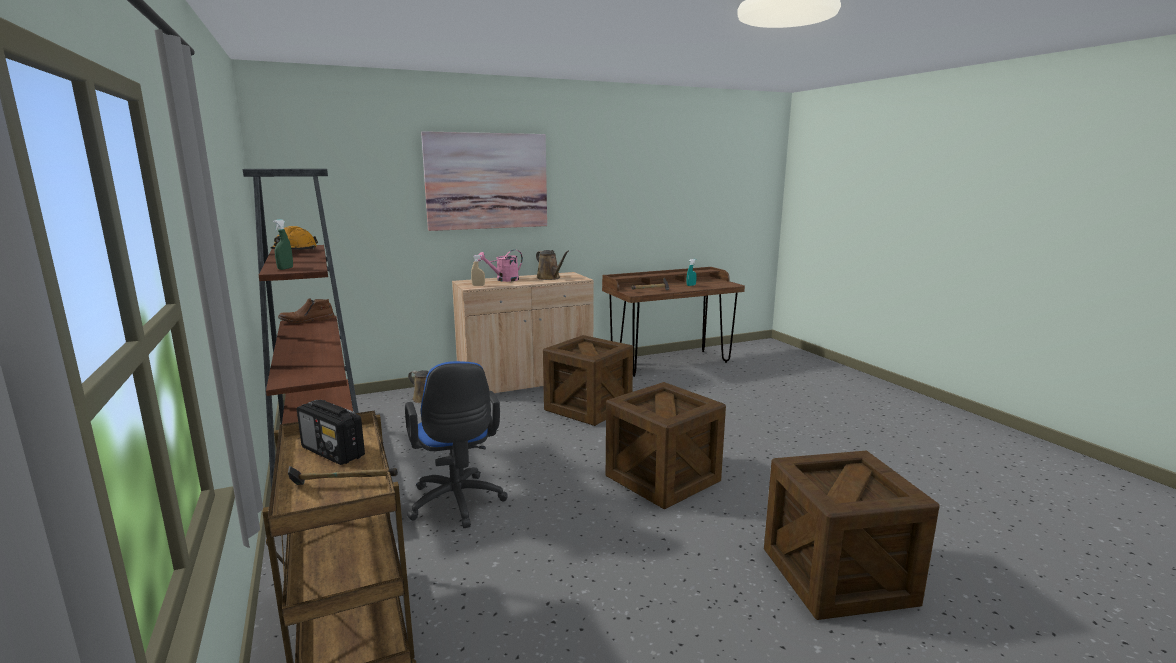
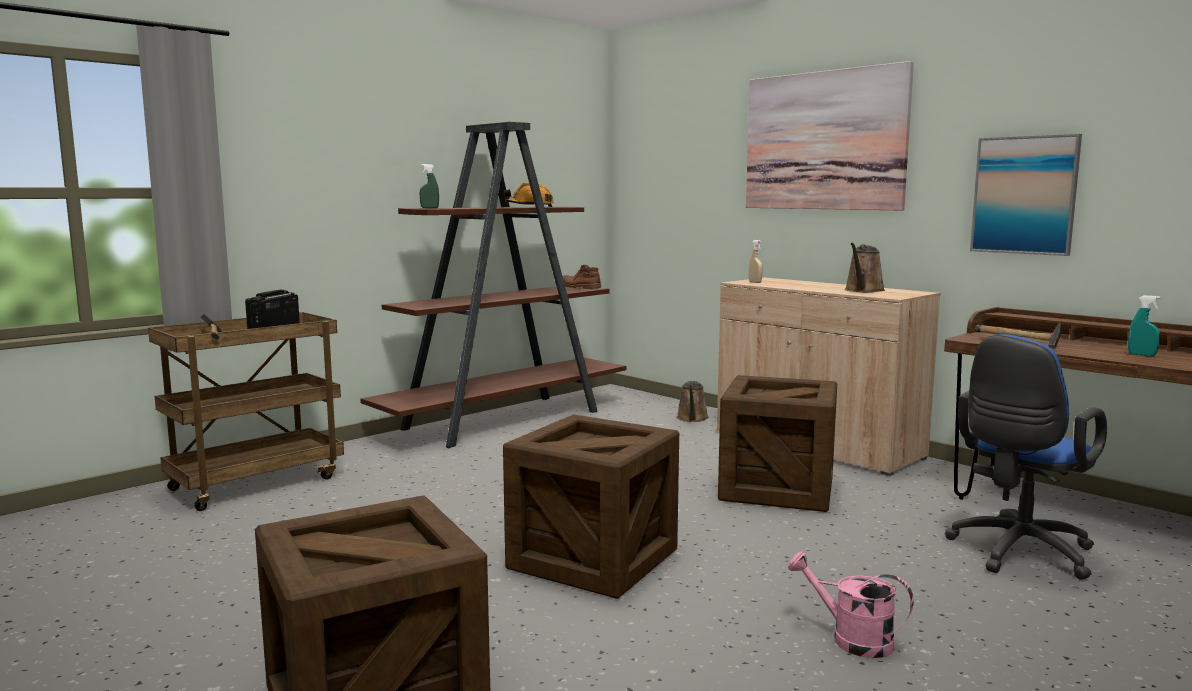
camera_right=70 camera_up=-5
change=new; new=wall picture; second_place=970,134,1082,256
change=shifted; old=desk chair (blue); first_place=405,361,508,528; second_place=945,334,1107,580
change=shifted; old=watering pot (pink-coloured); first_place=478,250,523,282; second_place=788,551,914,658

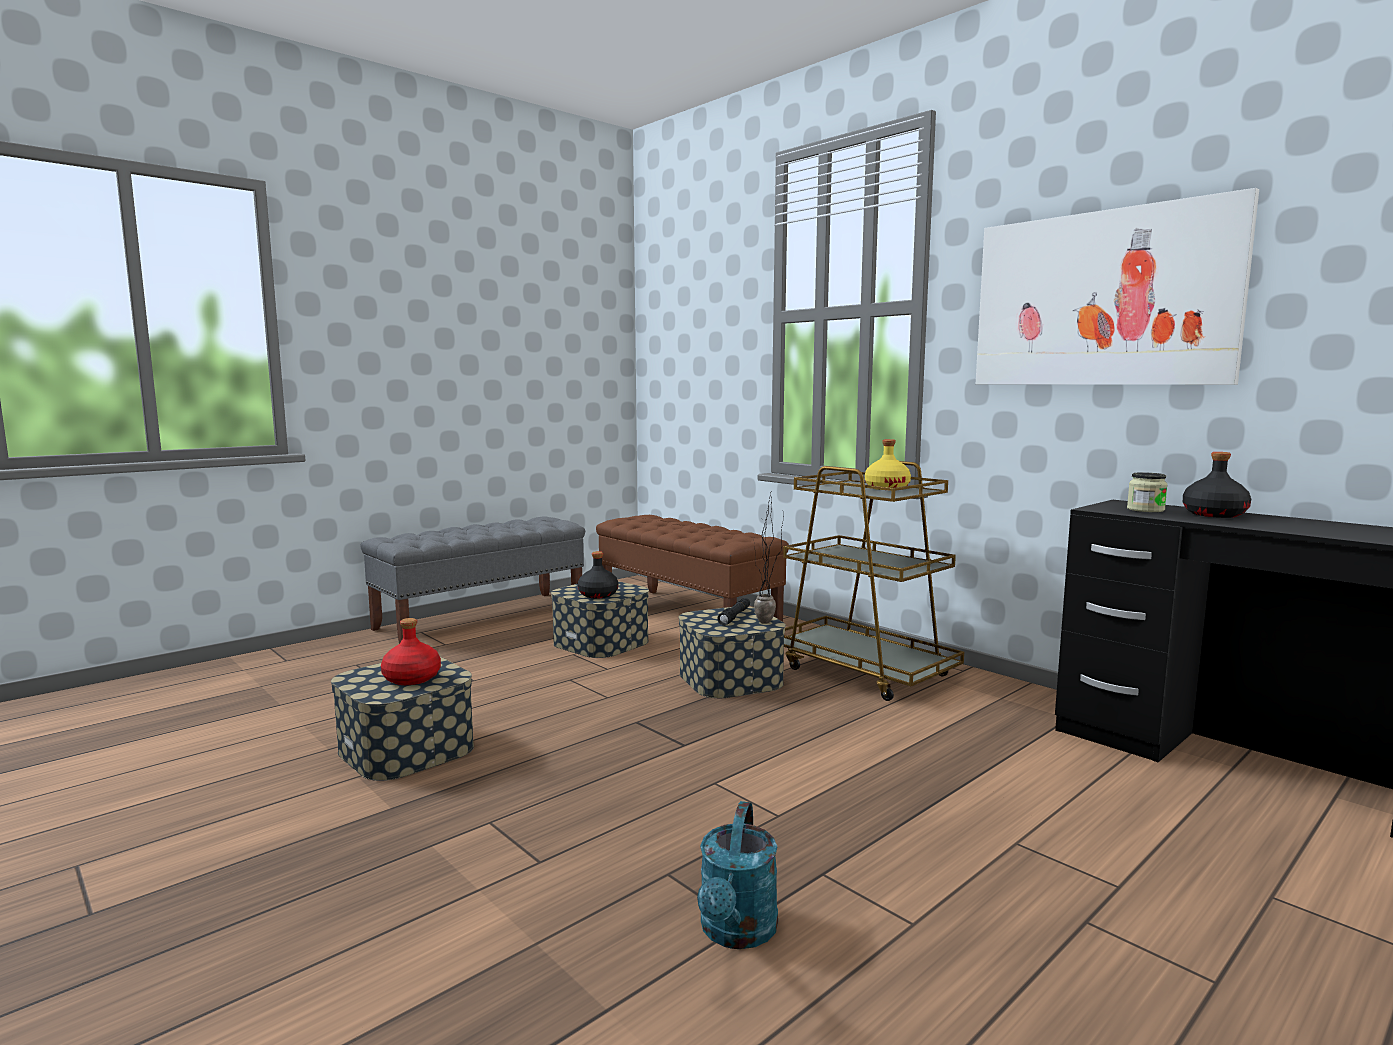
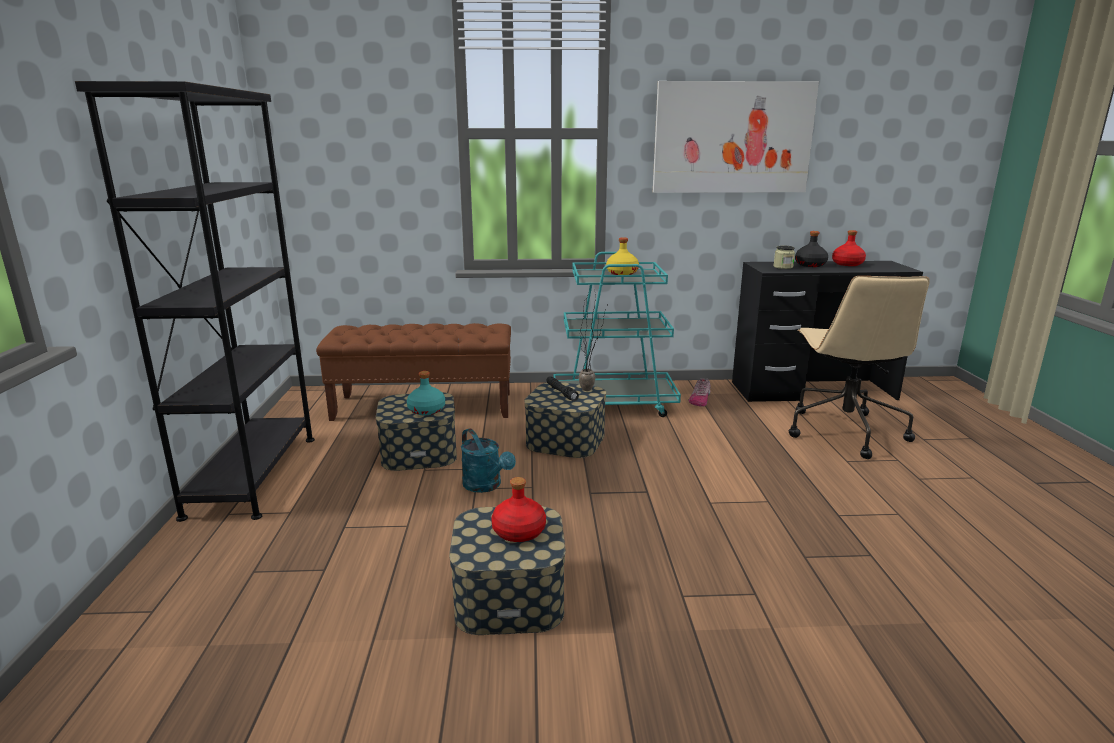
camera_right=-50 camera_up=10
change=new; new=shoe; second_place=688,378,711,406
change=new; new=desk chair (sand-coloured); second_place=789,276,930,459
change=new; new=beverage bottle (red); second_place=832,230,866,266
change=shifted; old=watering pot (turquoise-coloured); first_place=697,801,778,949; second_place=461,428,516,493
change=swapped; old=long seat (grey); new=bookshelf (black-coloured); first_place=361,517,585,644; second_place=75,81,315,522
change=repainted; old=beverage bottle (black-coloured); new=beverage bottle (turquoise-coloured); first_place=578,551,618,599; second_place=407,371,445,415
change=repainted; old=cart (brown-coloured); new=cart (turquoise-coloured); first_place=783,461,964,701; second_place=553,252,681,417

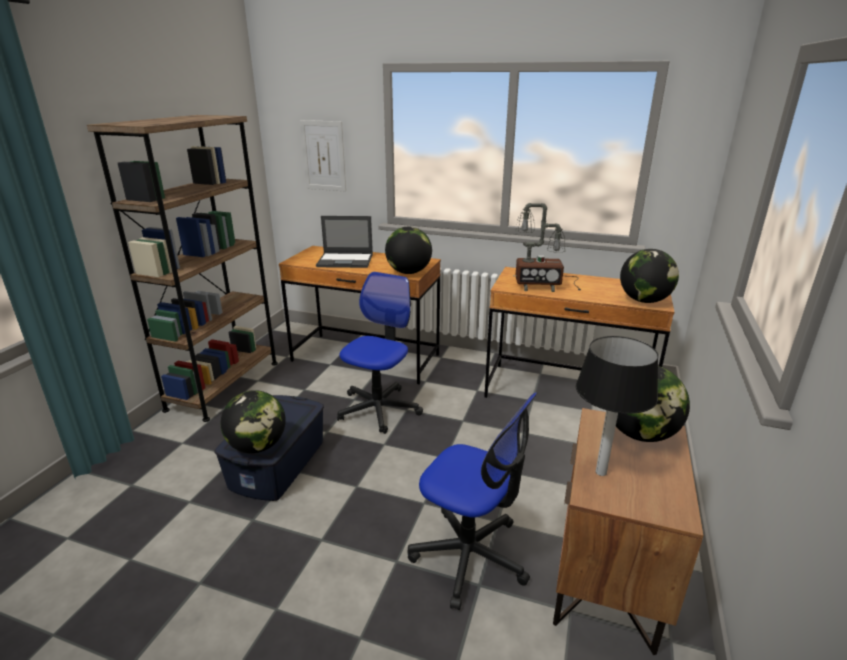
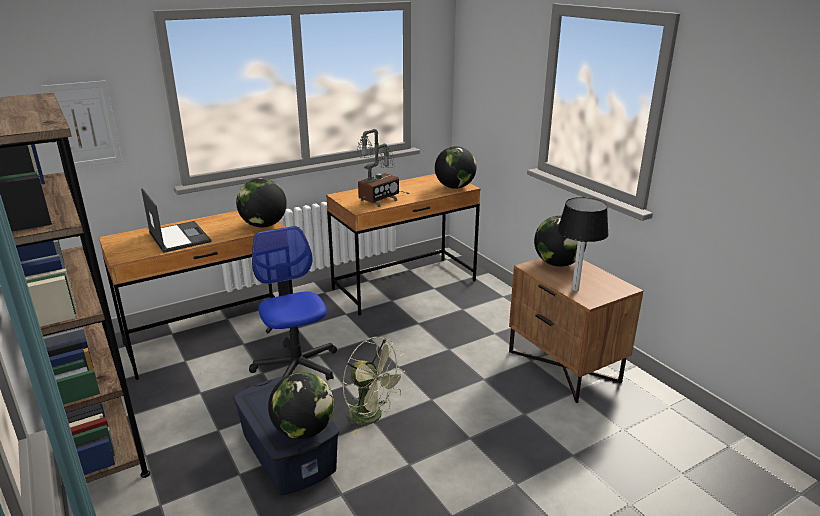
camera_right=-50 camera_up=0
change=gone; old=desk chair; first_place=408,392,537,610
change=new; new=electric fan (greenish); second_place=342,337,407,435
change=rotated; old=notebook computer; first_place=316,216,373,268; second_place=141,188,212,253; degrees=-75

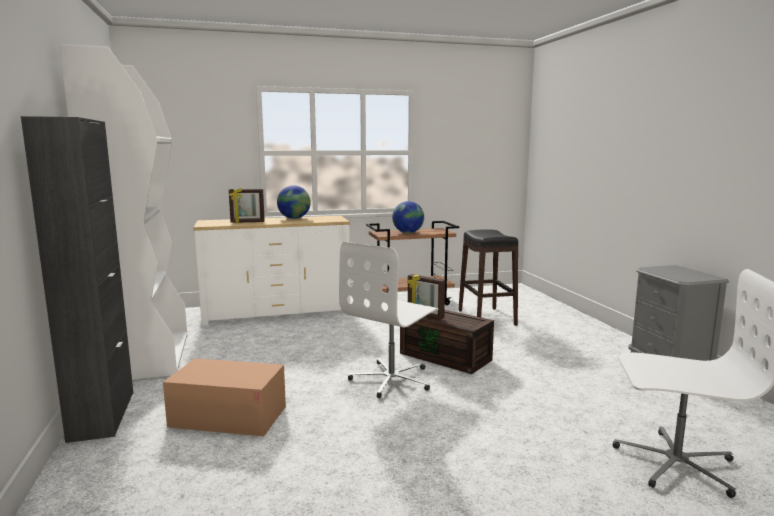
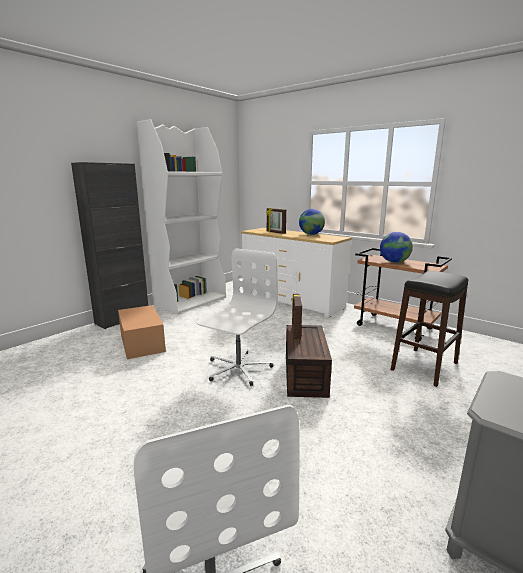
camera_right=55 camera_up=5
change=rotated; old=desk chair (whitish); first_place=339,242,439,398; second_place=197,248,278,386; degrees=120

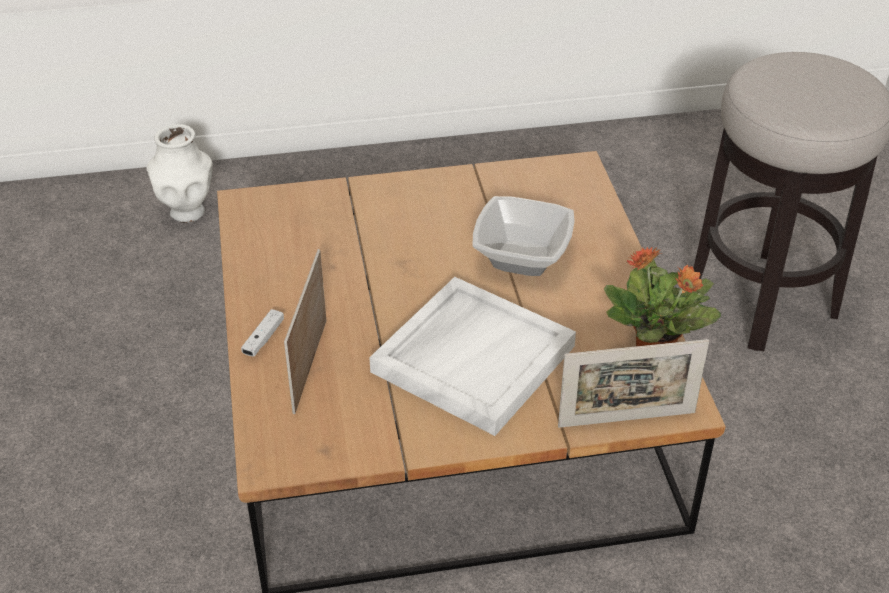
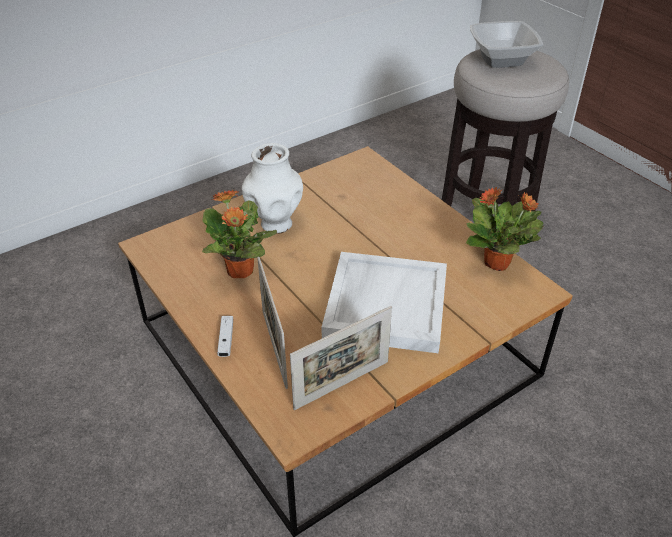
camera_right=-25 camera_up=0
change=new; new=potted plant; second_place=202,190,277,278
change=shifted; old=flower vase (whitish); first_place=147,124,213,223; second_place=242,143,303,234
change=shifted; old=bowl; first_place=473,196,575,276; second_place=470,21,543,68
change=shifted; old=photo frame; first_place=558,339,709,428; second_place=290,306,392,410

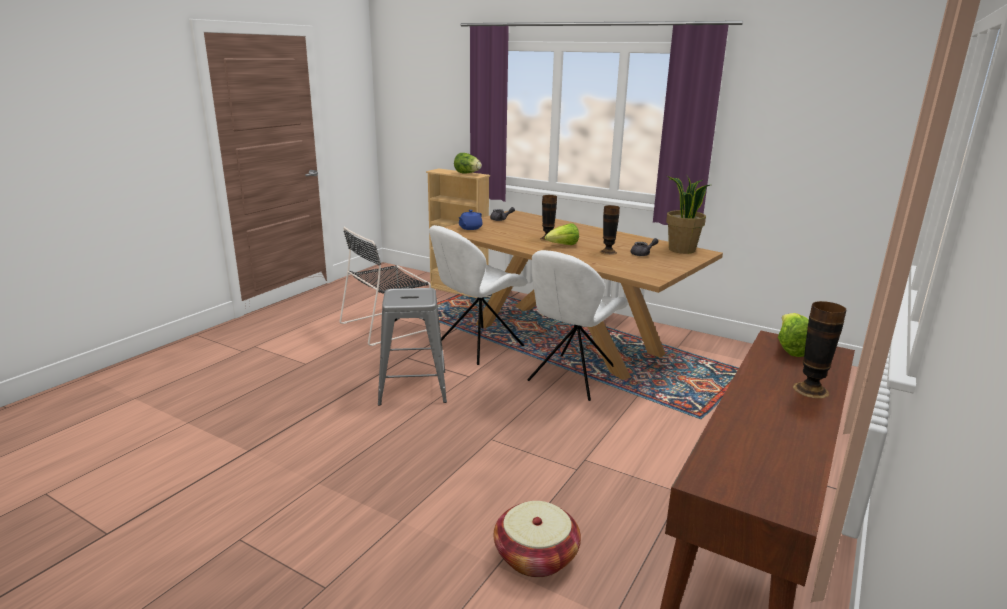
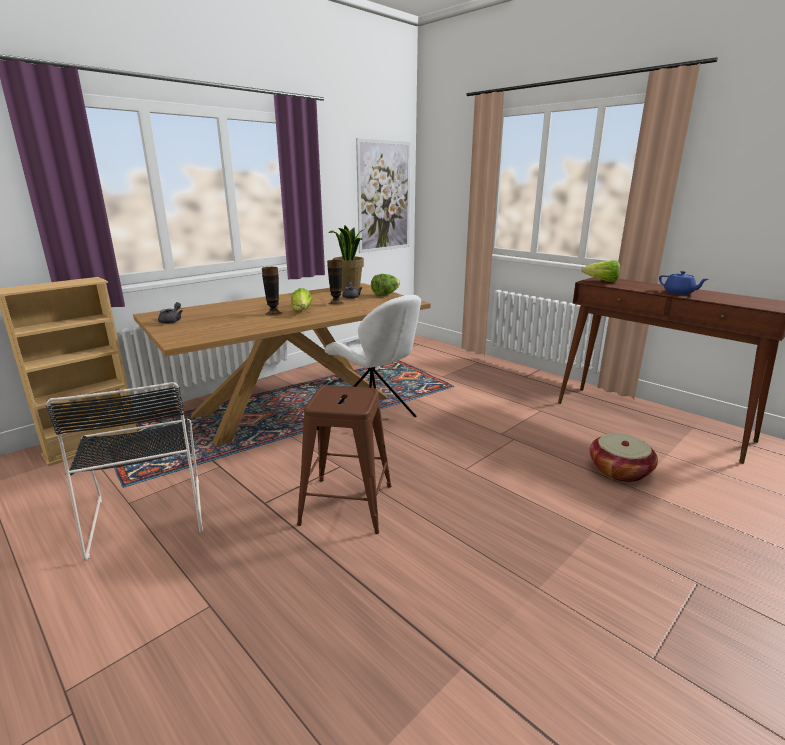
camera_right=-75 camera_up=0
change=gone; old=upright chair (whitish); first_place=429,225,528,365
change=gone; old=flower vase; first_place=793,301,846,399
change=new; new=wall picture; second_place=356,138,410,253
change=shifted; old=lettuce head; first_place=454,153,482,174; second_place=371,274,400,296
change=shifted; old=pot for tea (blue); first_place=459,210,483,230; second_place=659,271,709,295
change=repainted; old=stool (grey); new=stool (brown-coloured); first_place=378,288,447,406; second_place=297,385,391,534

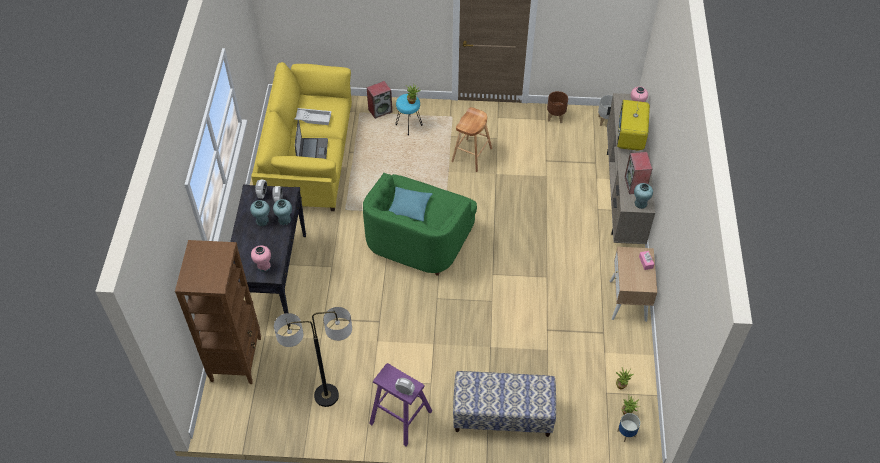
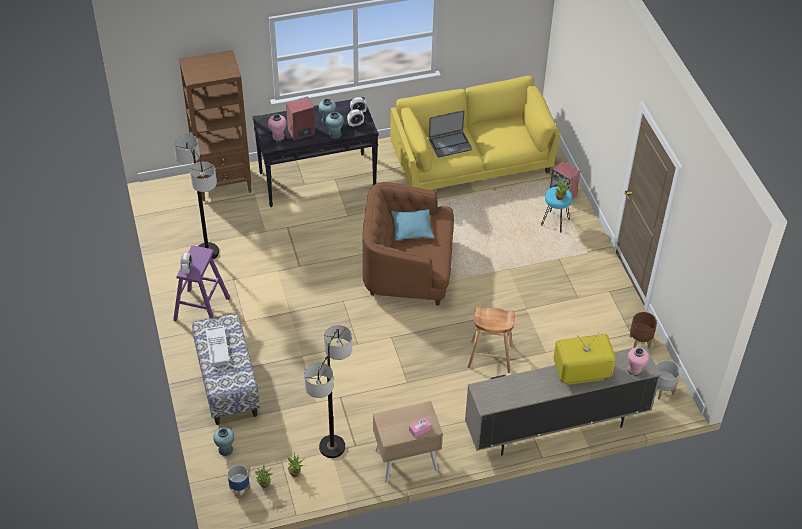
camera_right=70 camera_up=-5
change=new; new=floor lamp; second_place=304,325,352,458
change=shifted; old=serving tray (whitish); first_place=295,108,332,125; second_place=205,326,229,366
change=shifted; old=stool (brown-coloured); first_place=451,107,492,172; second_place=468,306,515,373
change=shifted; old=speaker; first_place=625,152,652,194; second_place=286,97,315,141
change=shifted; old=flower vase (turquoise-coloured); first_place=634,183,653,209; second_place=213,427,234,456
change=repainted; old=easy chair (greenish); new=easy chair (brown-coloured); first_place=363,173,477,276; second_place=362,182,454,306

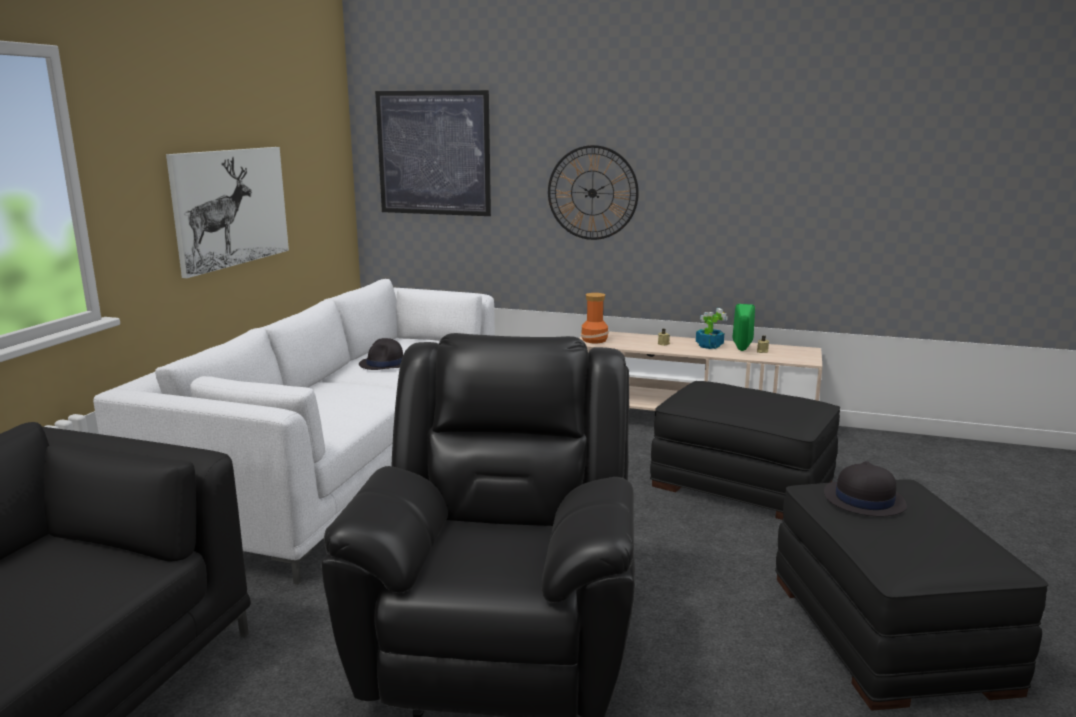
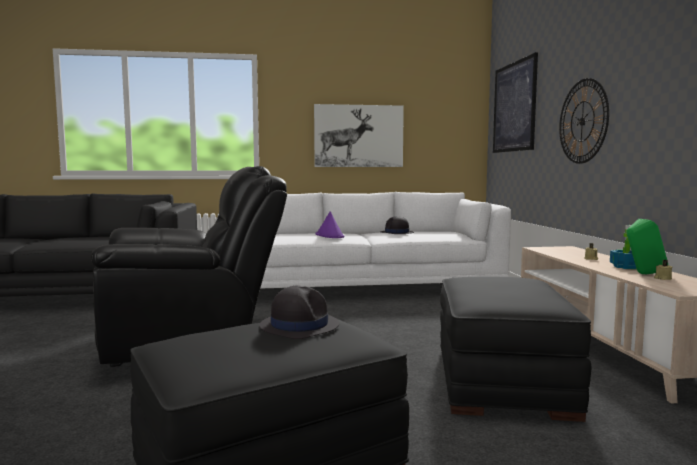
camera_right=65 camera_up=-10
change=gone; old=flower vase; first_place=581,293,609,343
change=new; new=hat (purple); second_place=315,211,345,238

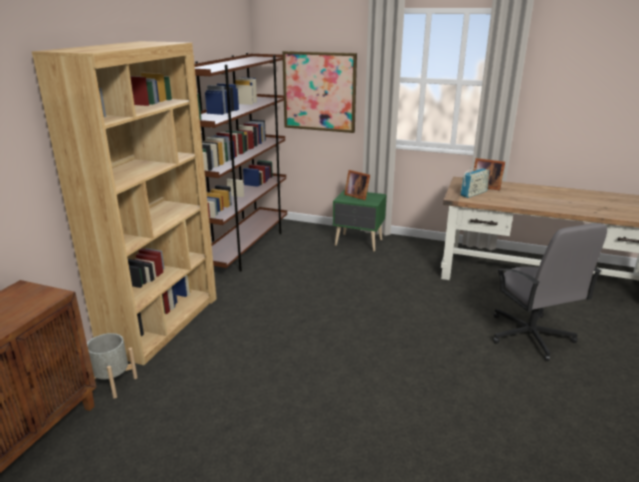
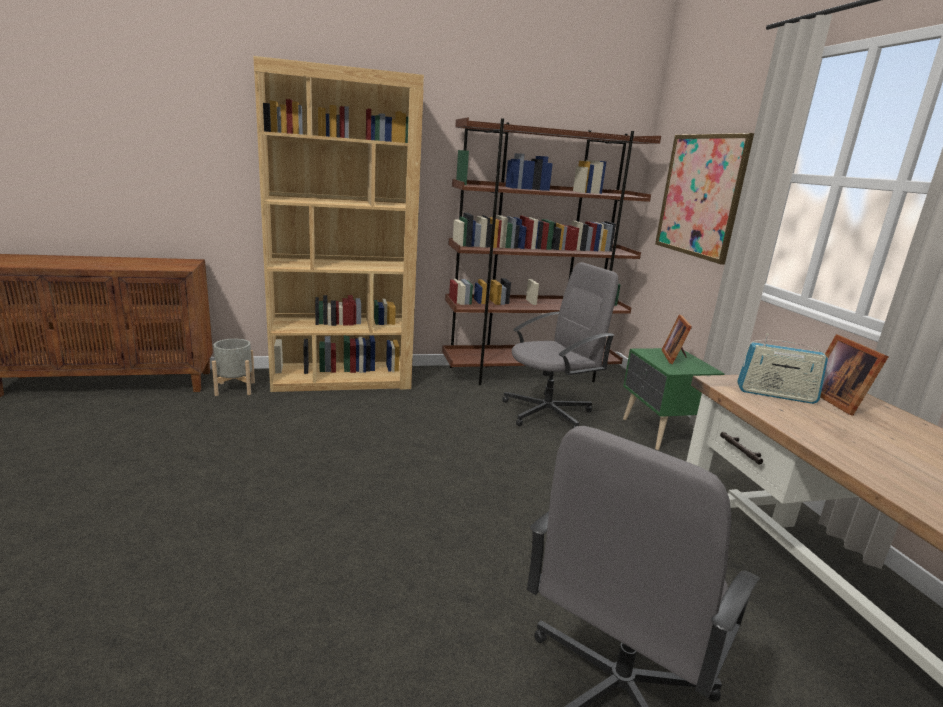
camera_right=55 camera_up=-5
change=new; new=desk chair (grey); second_place=502,262,619,428

